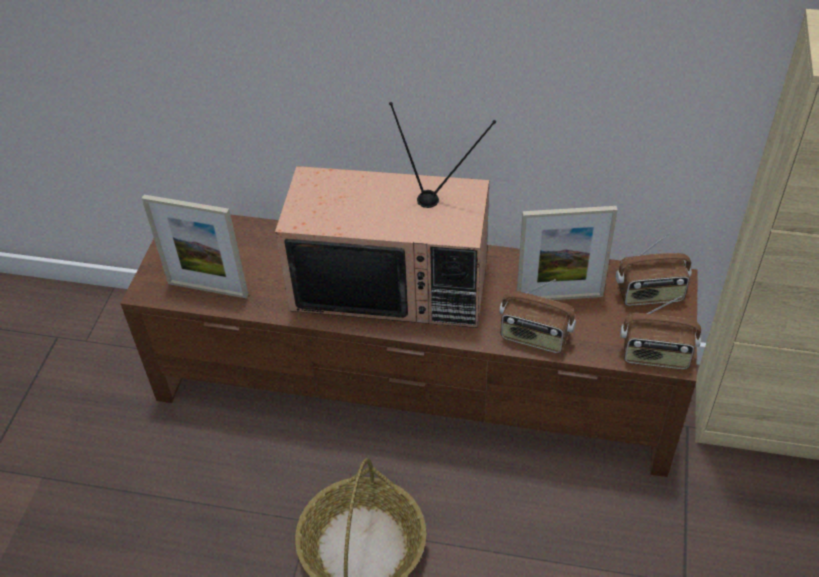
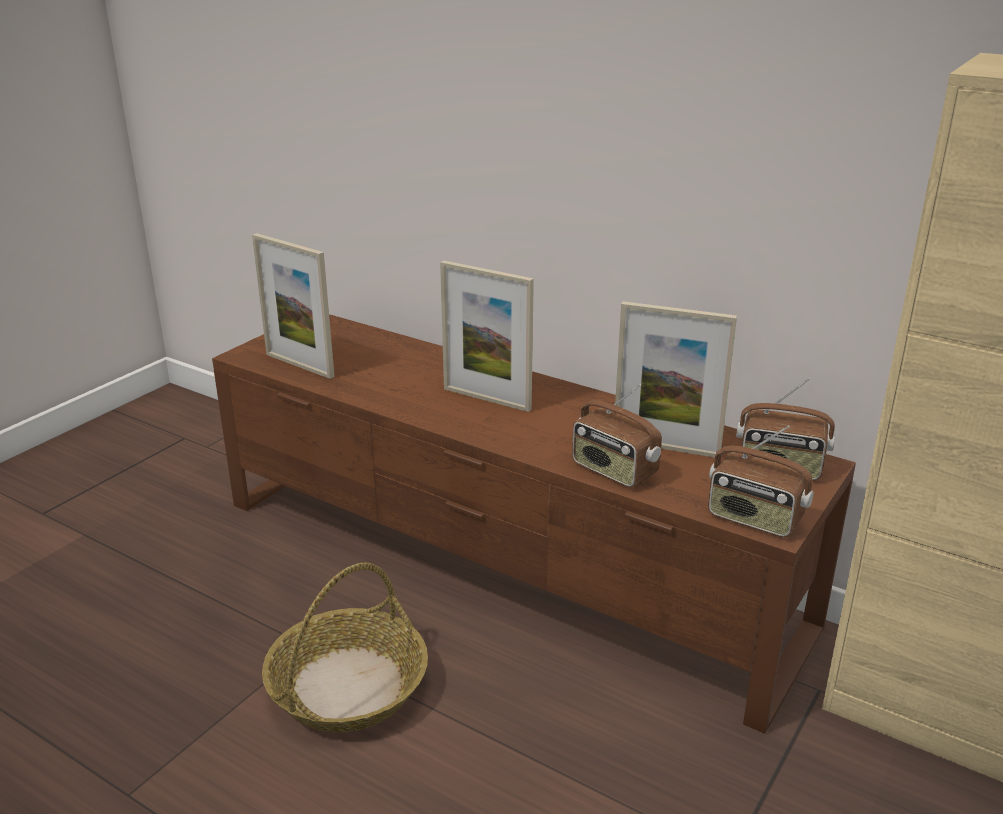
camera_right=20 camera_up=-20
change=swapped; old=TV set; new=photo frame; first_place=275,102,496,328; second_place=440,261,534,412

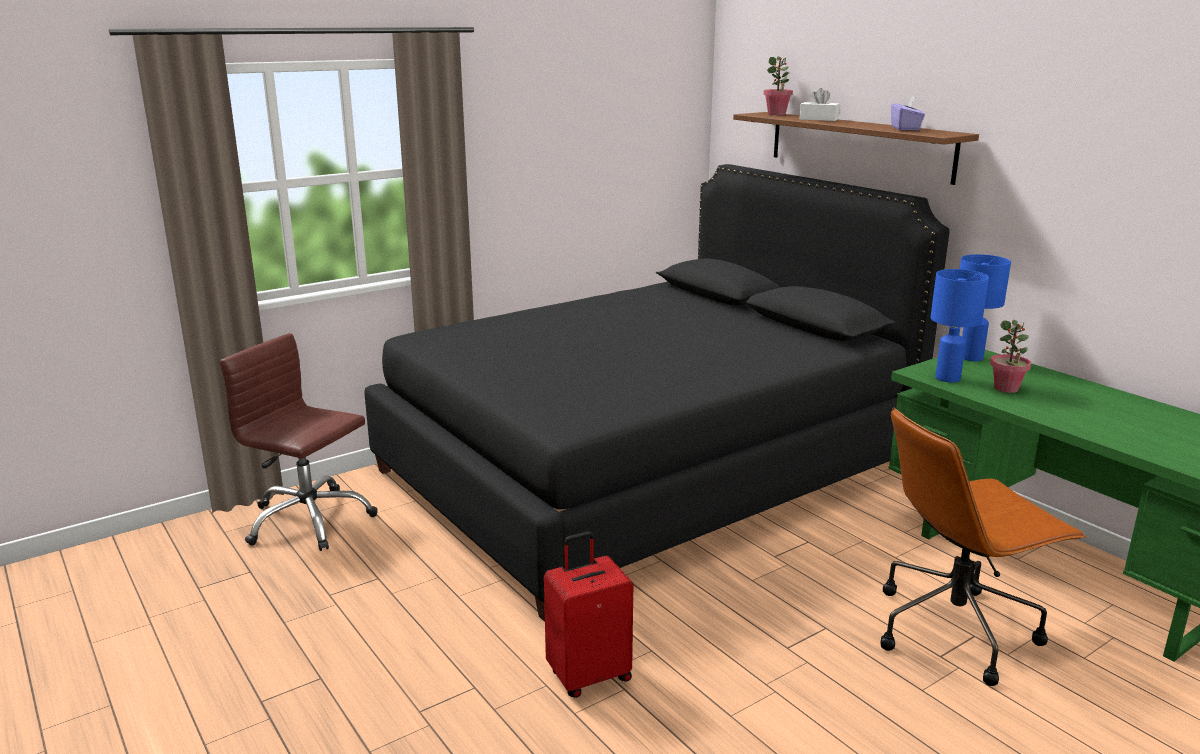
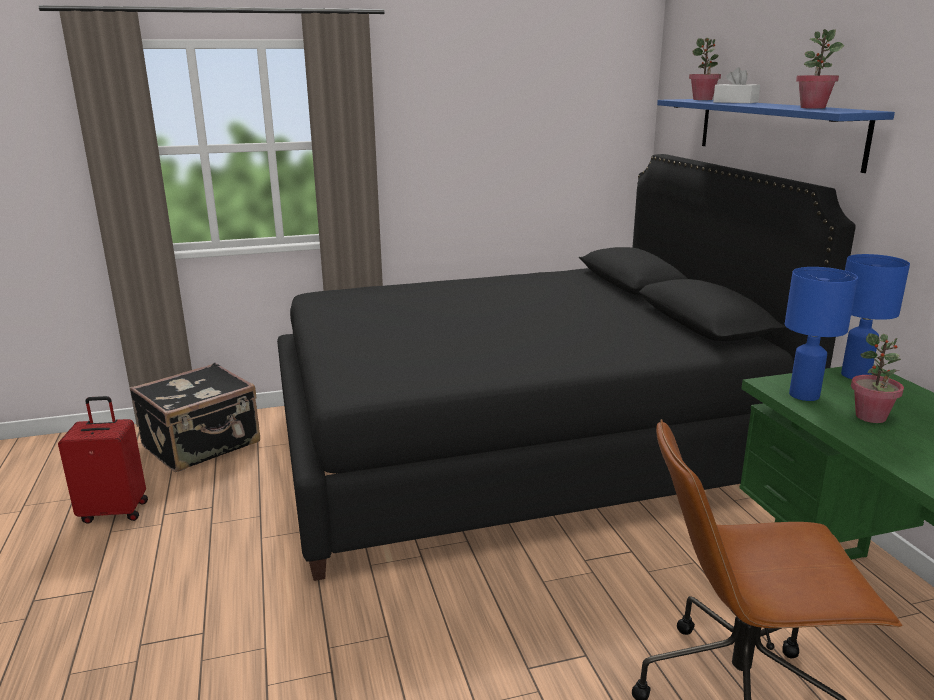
camera_right=20 camera_up=0
change=shifted; old=travel case (red); first_place=544,531,633,698; second_place=58,396,148,524
change=swapped; old=desk chair (brown-coloured); new=travel case (black-coloured); first_place=220,333,378,551; second_place=129,363,260,472
change=swapped; old=box of tissues (purple); new=potted plant; first_place=891,96,925,130; second_place=796,29,844,109
change=repainted; old=bracket shelf (brown-coloured); new=bracket shelf (blue); first_place=733,112,979,185; second_place=657,99,895,173

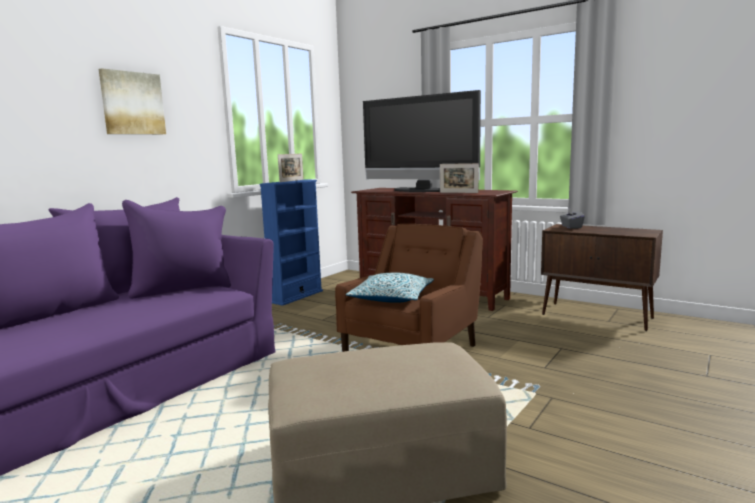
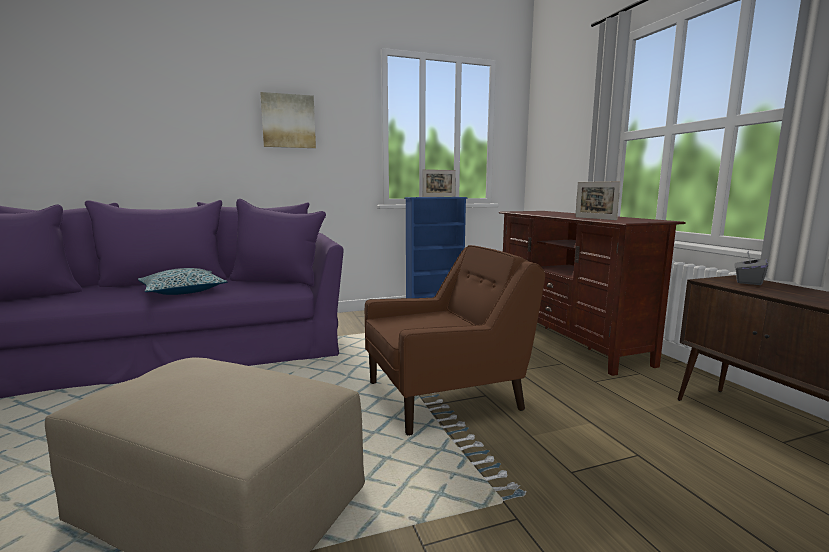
camera_right=35 camera_up=0
change=gone; old=TV set; first_place=363,90,481,192
change=shifted; old=cushion; first_place=346,273,434,303; second_place=138,268,227,295

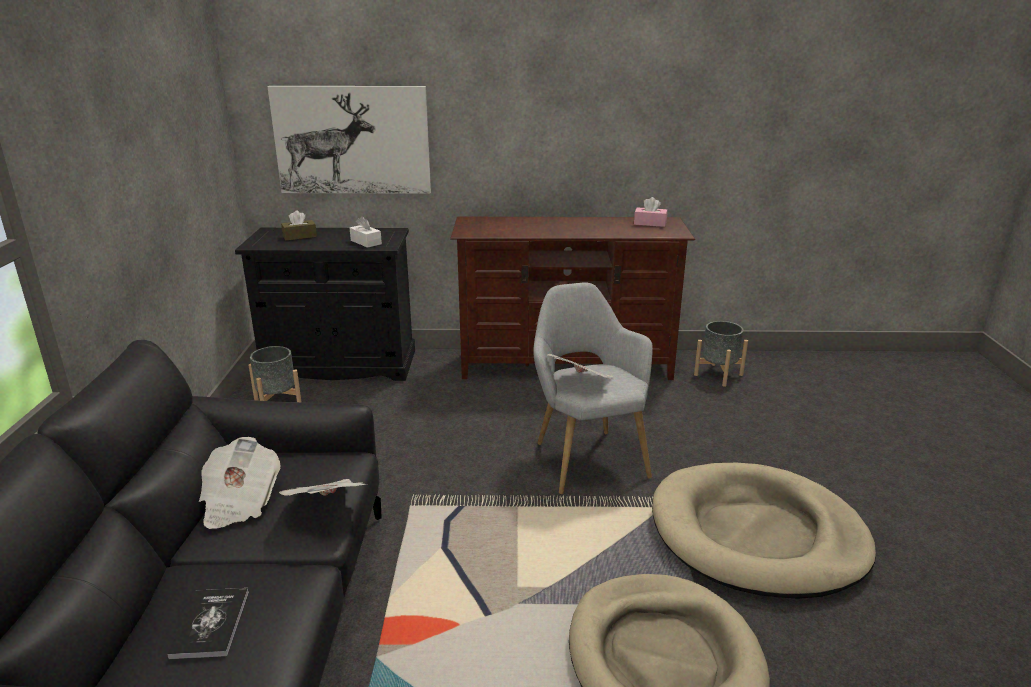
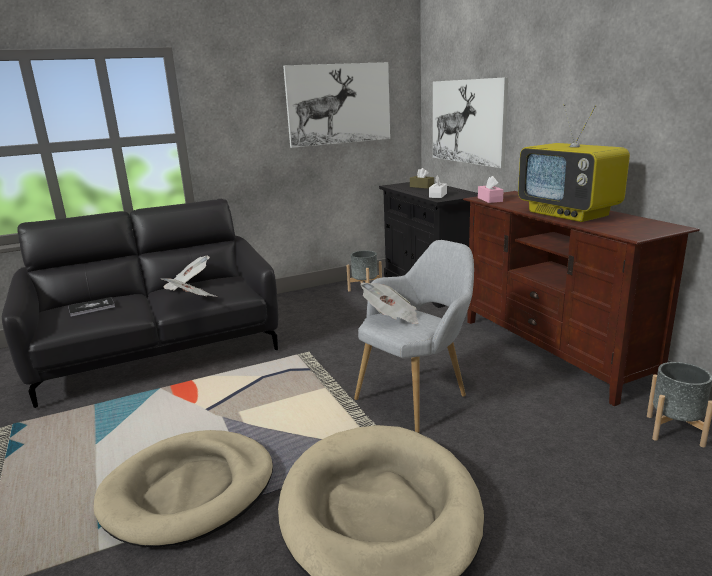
camera_right=65 camera_up=-5
change=new; new=wall picture; second_place=283,62,390,148
change=new; new=TV set; second_place=518,104,630,222
change=shifted; old=box of tissues (pink-coloured); first_place=634,197,667,227; second_place=478,176,503,203

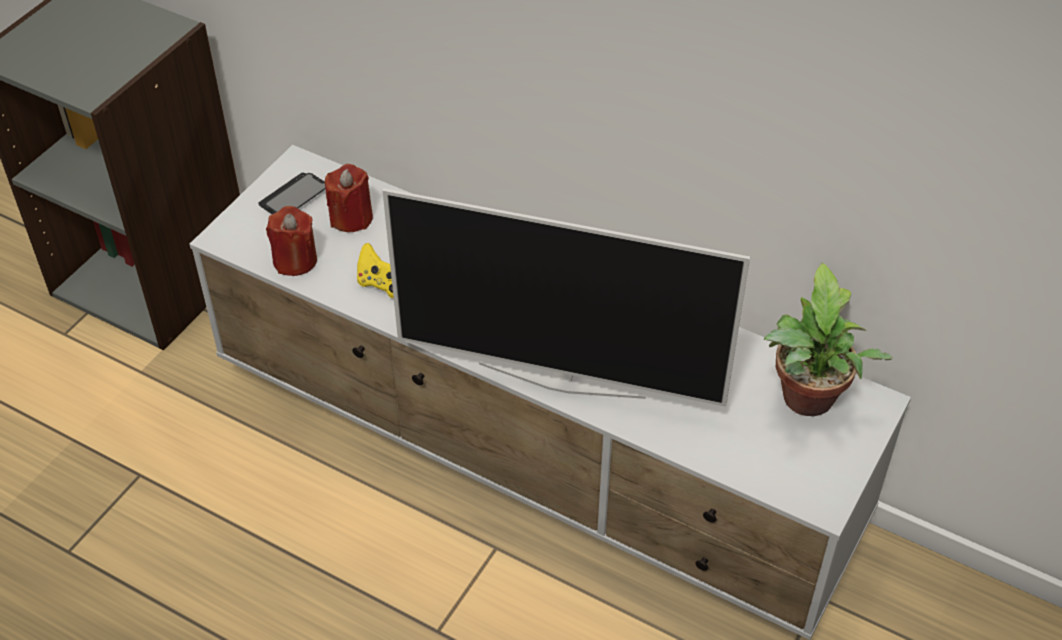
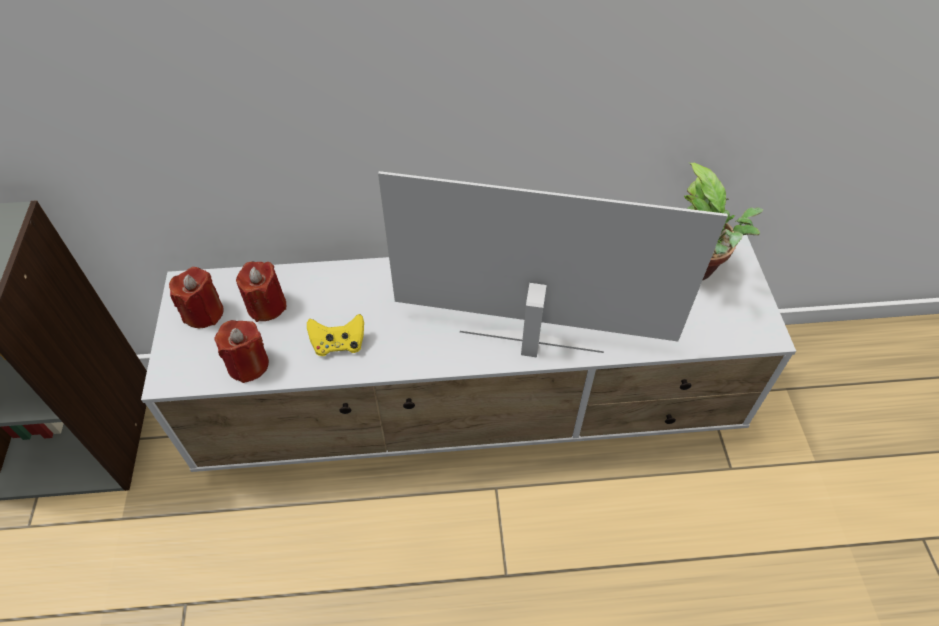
camera_right=-35 camera_up=5
change=swapped; old=phone; new=candle (red); first_place=258,173,326,214; second_place=169,267,224,328
change=rotated; old=TV set; first_place=383,188,750,407; second_place=378,171,728,357; degrees=-150

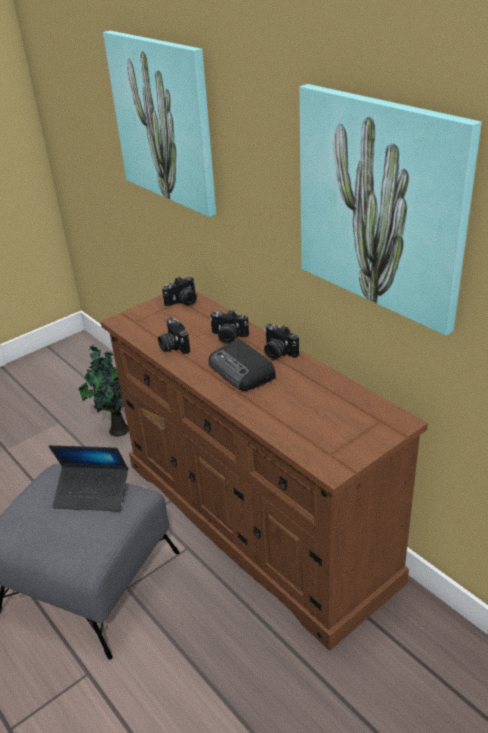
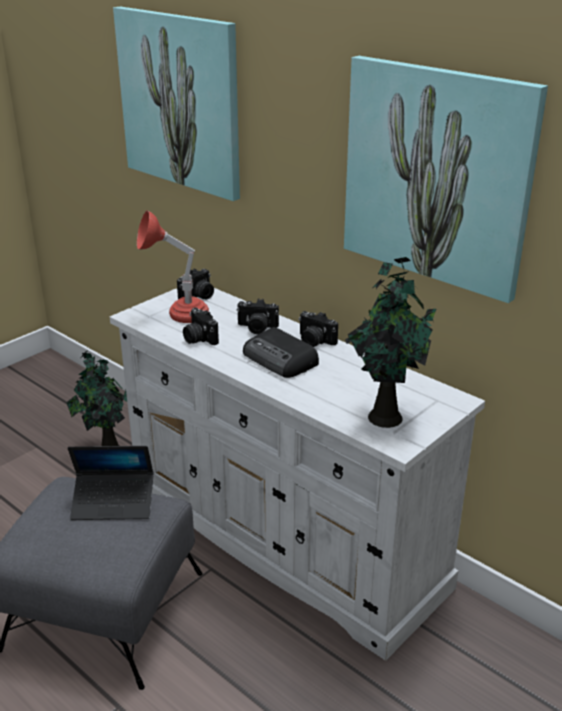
camera_right=-10 camera_up=-5
change=new; new=tabletop lamp (red); second_place=137,211,209,323
change=new; new=potted plant; second_place=345,257,436,428
change=repainted; old=drawer chest (brown-coloured); new=drawer chest (whitish); first_place=100,291,428,651; second_place=110,288,485,661

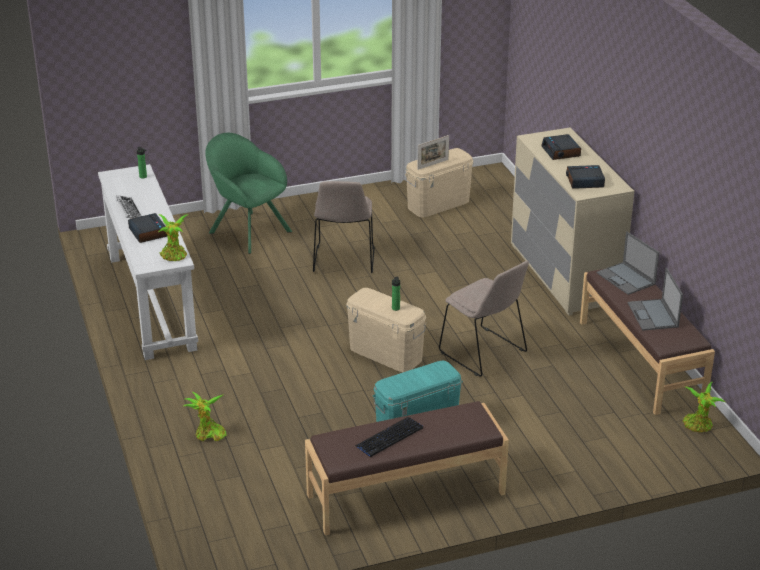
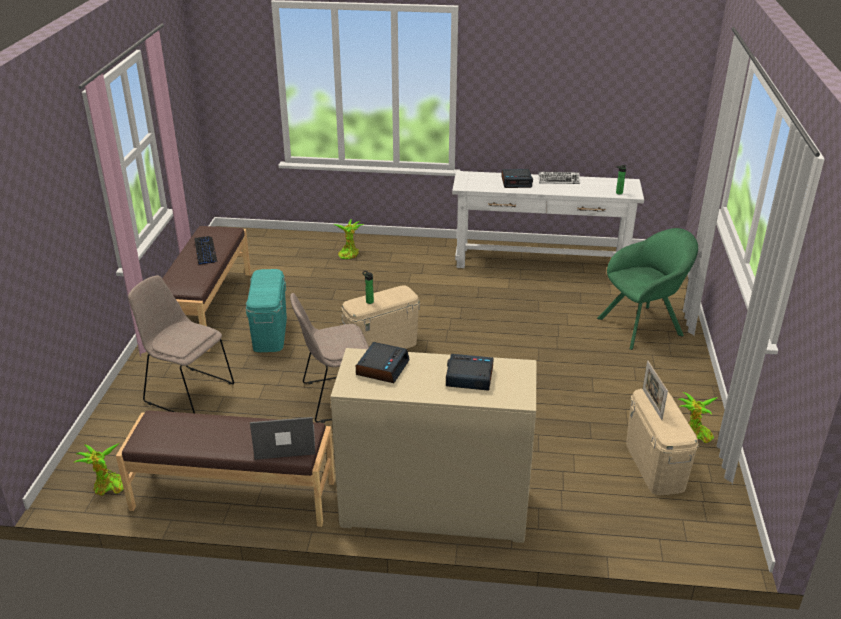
camera_right=115 camera_up=0
change=gone; old=notebook computer; first_place=628,268,683,331
change=shifted; old=potted plant; first_place=158,214,188,261; second_place=678,392,718,443
change=shifted; old=upright chair (sand-coloured); first_place=313,181,375,273; second_place=128,275,234,413

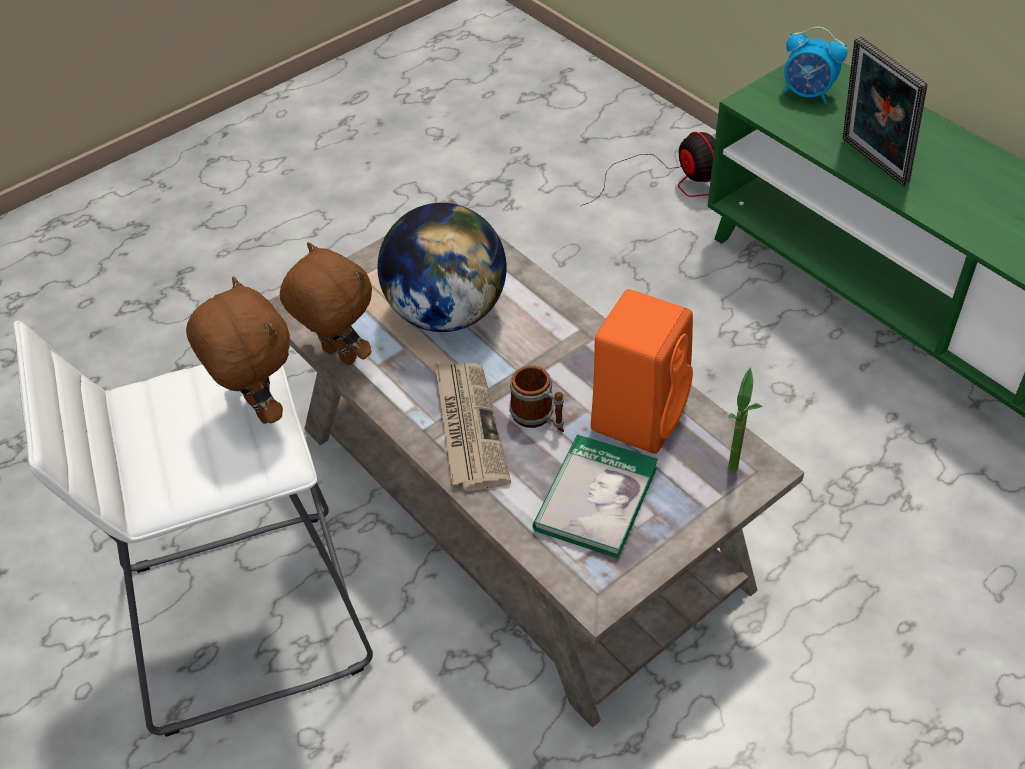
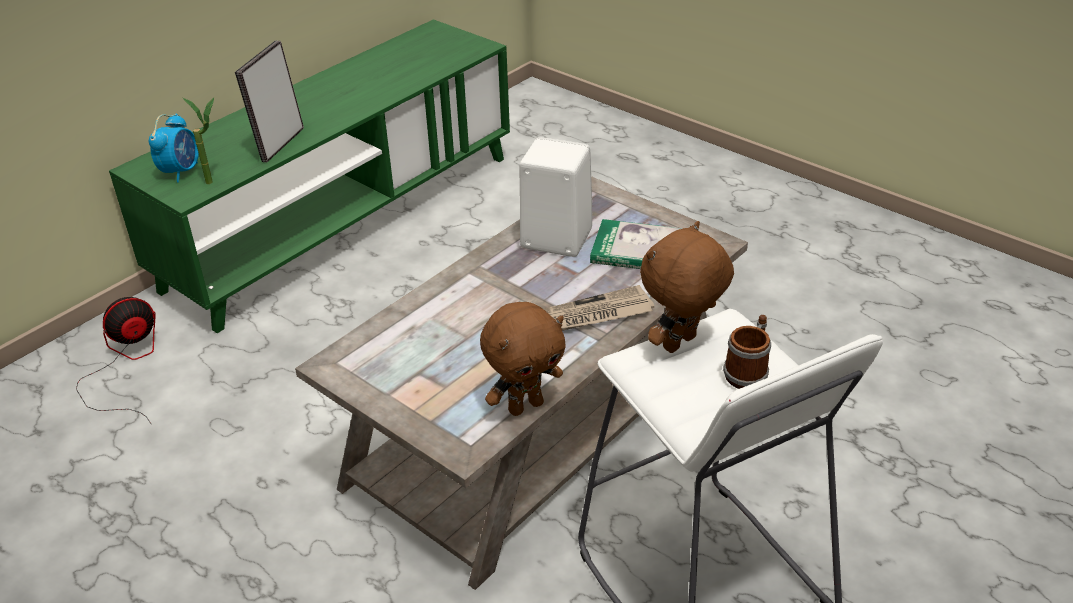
camera_right=-100 camera_up=-10
change=gone; old=world globe; first_place=378,203,507,332
change=shifted; old=coffee mug; first_place=509,366,564,432; second_place=723,315,771,389
change=shifted; old=potted plant; first_place=728,368,762,472; second_place=183,98,214,184
change=repainted; old=speaker (orangey); new=speaker (whitish); first_place=591,289,693,454; second_place=519,137,592,257
change=rotated; old=plush toy (brown-coloured); first_place=280,242,372,365; second_place=480,302,566,416; degrees=-150
change=rotated; old=photo frame; first_place=842,37,928,186; second_place=235,40,304,162; degrees=150

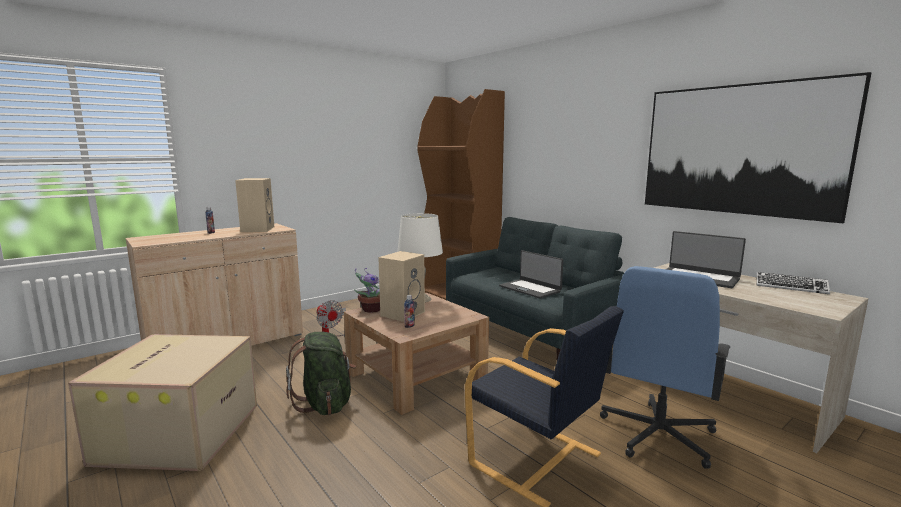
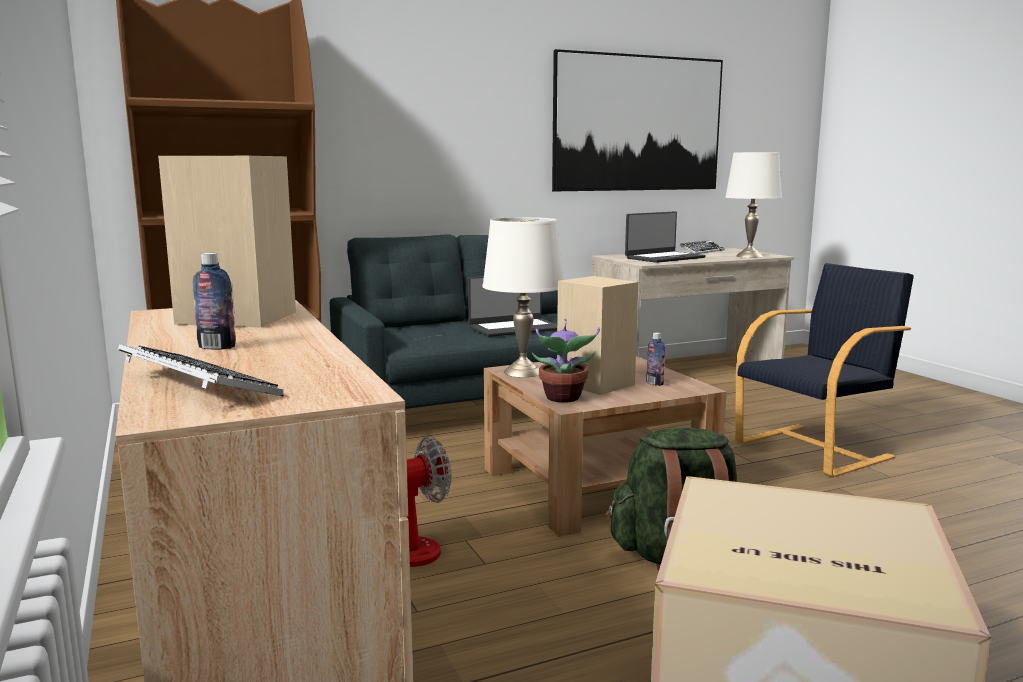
camera_right=-75 camera_up=0
change=gone; old=desk chair (blue); first_place=600,266,730,469
change=new; new=PC keyboard; second_place=118,344,283,396
change=new; new=tabletop lamp (whitish); second_place=725,152,782,258

